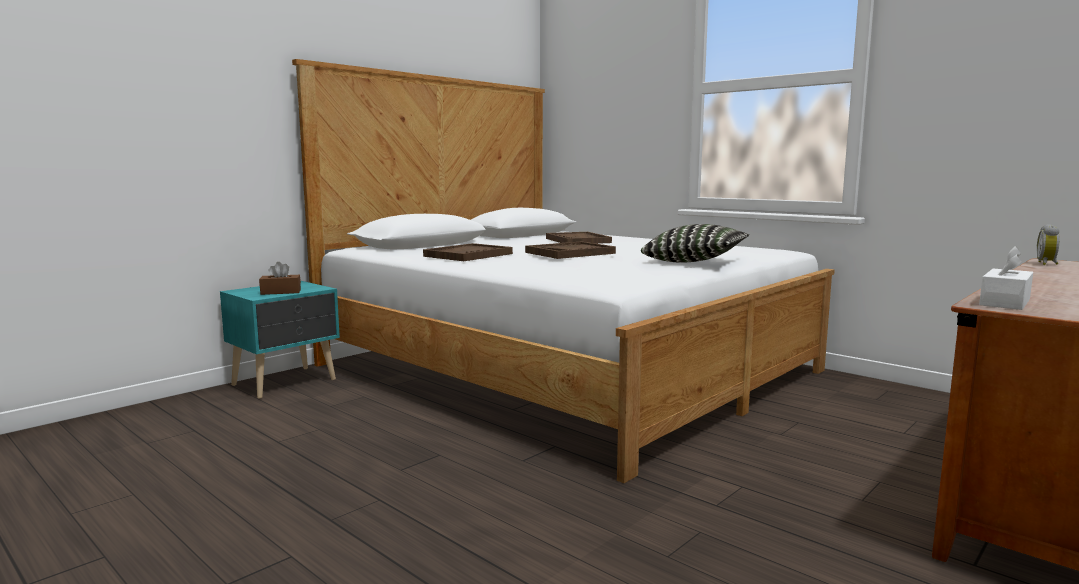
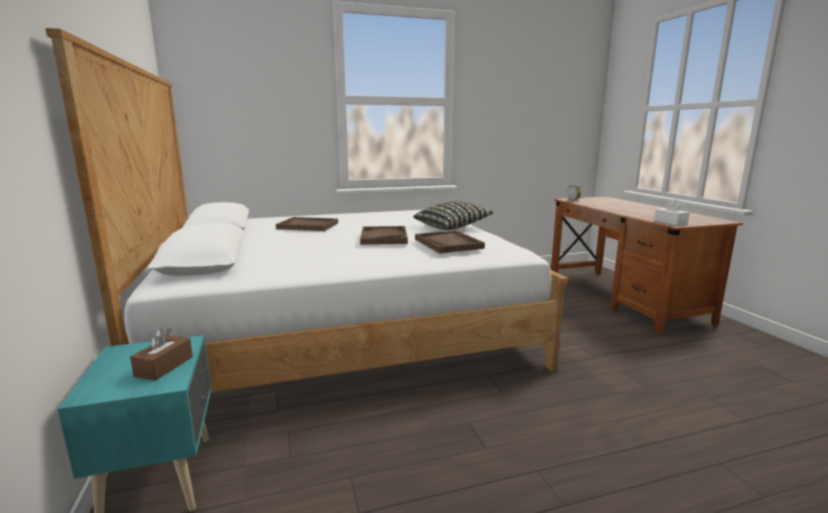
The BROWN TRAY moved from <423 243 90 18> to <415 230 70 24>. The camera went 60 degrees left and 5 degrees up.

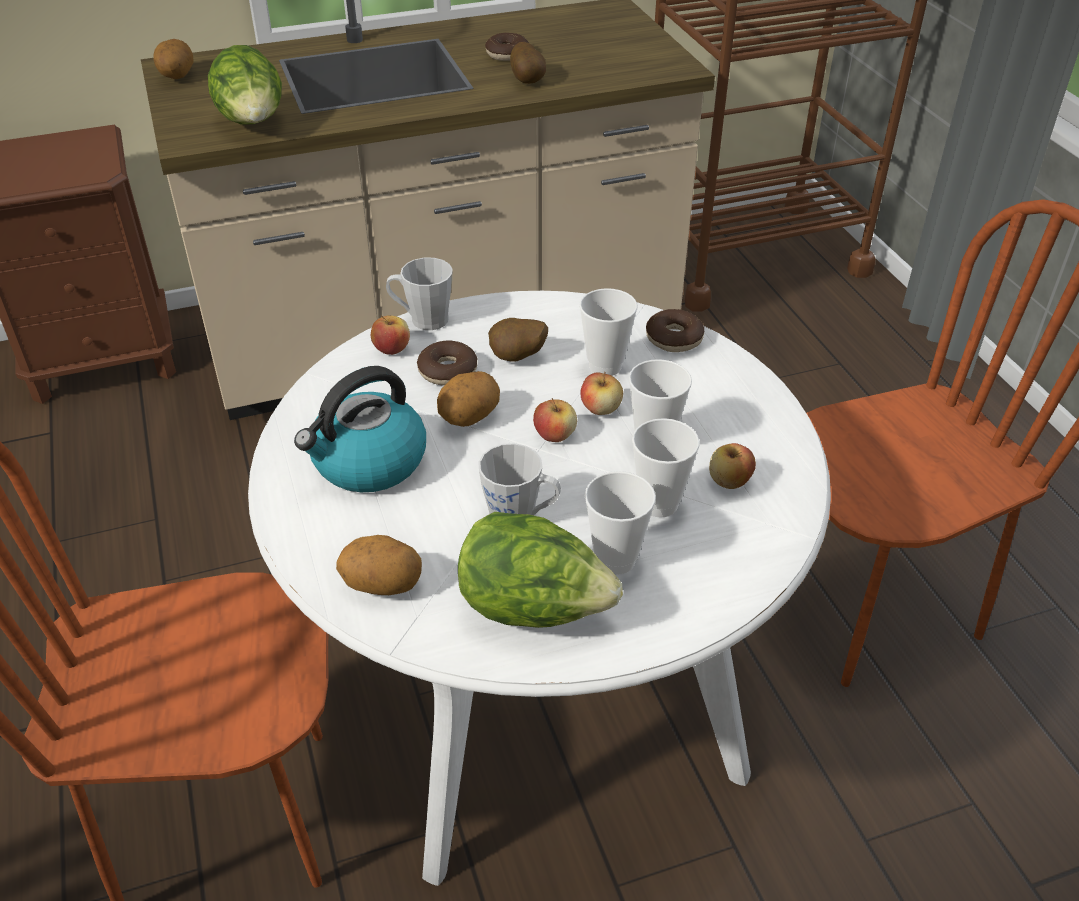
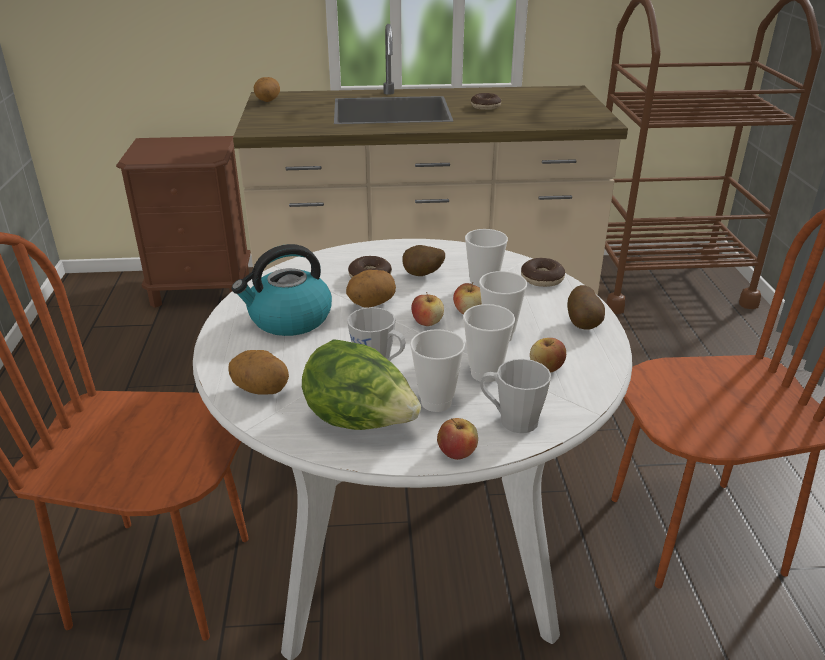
The APPLE moved from <371 315 39 40> to <437 418 41 42>. The GREY MUG moved from <386 258 67 72> to <480 359 71 74>. The POTATO moved from <510 42 36 42> to <567 285 38 44>. The LETTUCE at <208 45 74 79> disappeared. The camera went 15 degrees right and 10 degrees down.

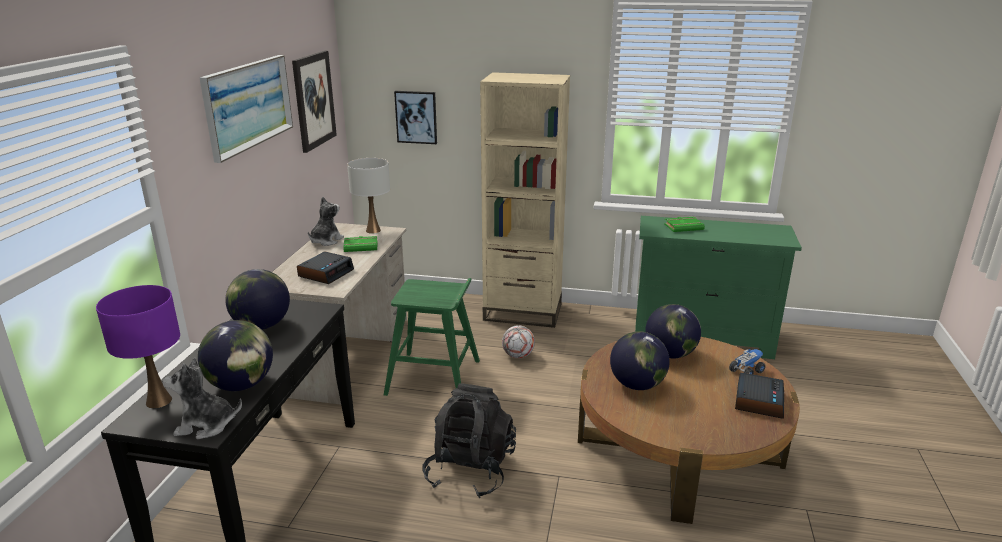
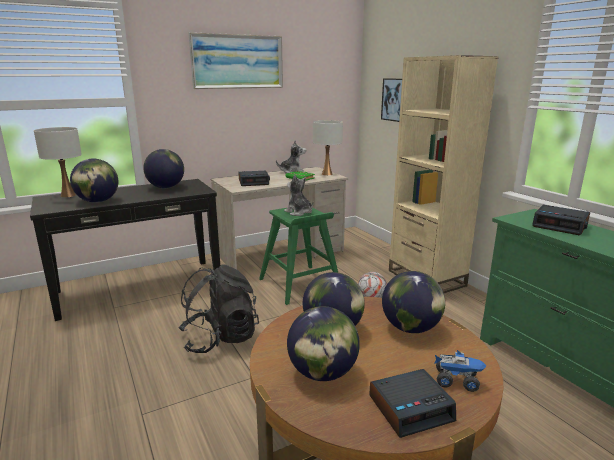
The PURPLE TABLE LAMP at <96 285 84 123> became the WHITE TABLE LAMP at <34 127 48 71>. The PLUSH TOY moved from <163 357 79 82> to <284 175 29 41>. The GLOBE at <287 306 73 75> appeared. The GREEN BOOK at <664 217 41 15> was replaced by the ALARM CLOCK at <532 205 58 30>. The PICTURE at <292 51 45 102> disappeared. The camera went 50 degrees right and 5 degrees down.

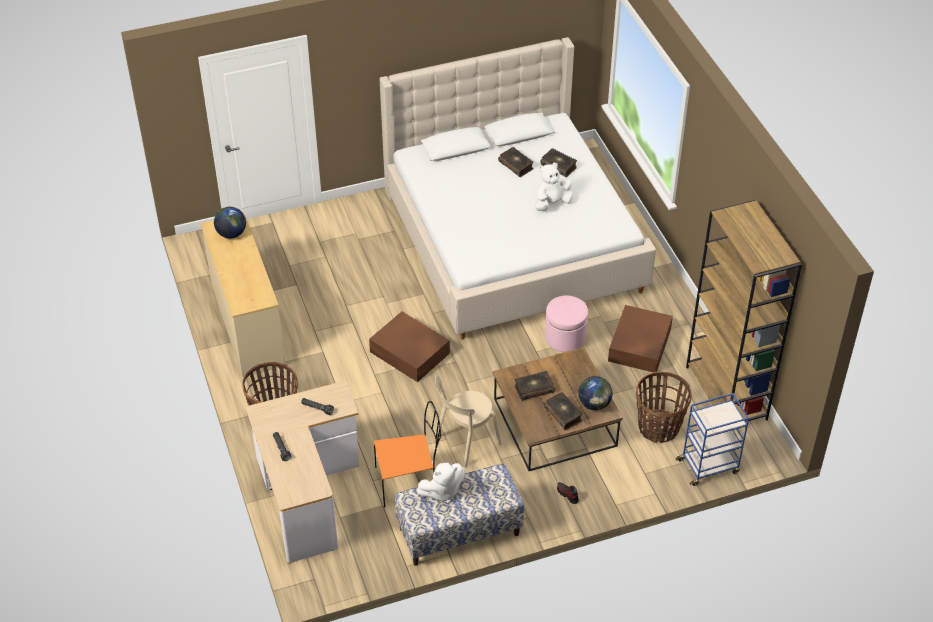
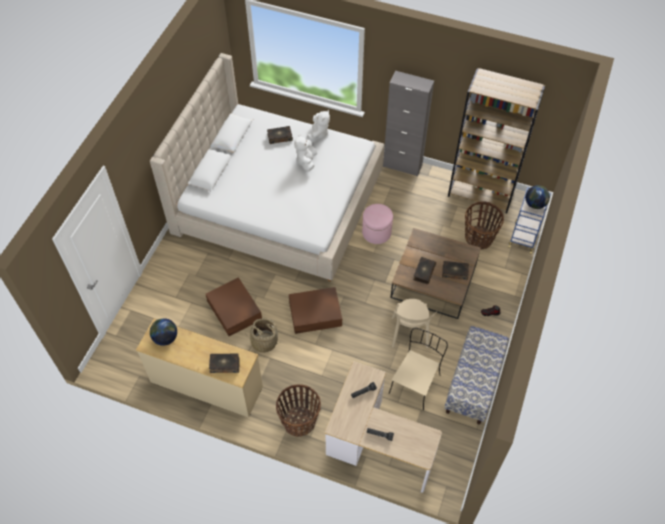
The BROWN STORAGE BOX moved from <608 305 65 67> to <206 277 56 59>. The BOOK moved from <498 147 36 30> to <209 353 31 20>. The BASKET at <245 318 33 34> appeared. The WHITE PLUSH TOY moved from <417 462 48 41> to <307 110 23 33>. The GREY CABINET at <383 71 51 106> appeared. The ORANGE CHAIR at <374 401 67 107> became the BEIGE CHAIR at <389 328 59 82>. The GLOBE moved from <578 376 34 34> to <525 185 25 24>. The camera went 50 degrees left and 10 degrees up.

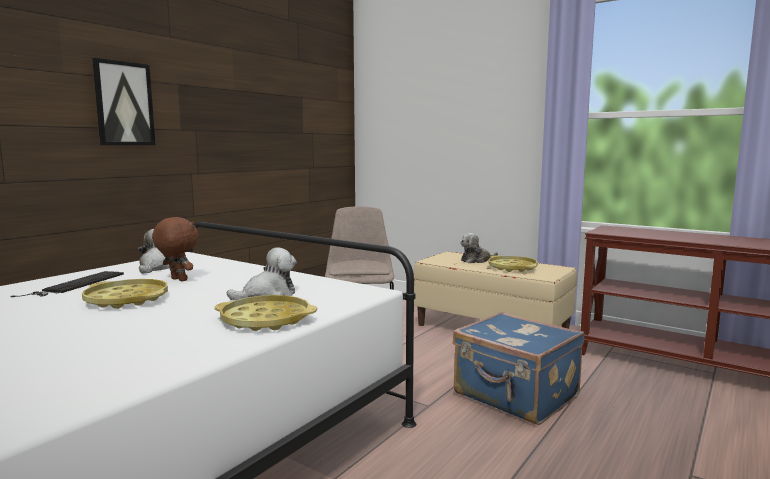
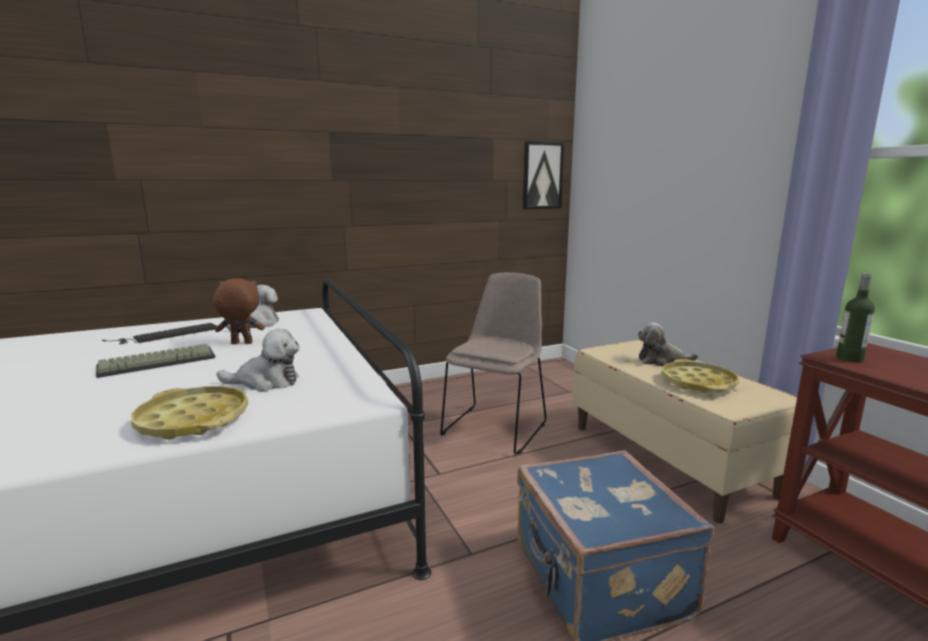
The YELLOW TRAY at <82 279 86 30> was replaced by the KEYBOARD at <96 344 119 34>. The BROWN PLUSH TOY at <152 217 46 64> turned 75 degrees counterclockwise. The PICTURE moved from <92 58 63 87> to <523 141 41 68>. The BOTTLE at <836 273 39 90> appeared. The camera went 30 degrees right and 5 degrees up.

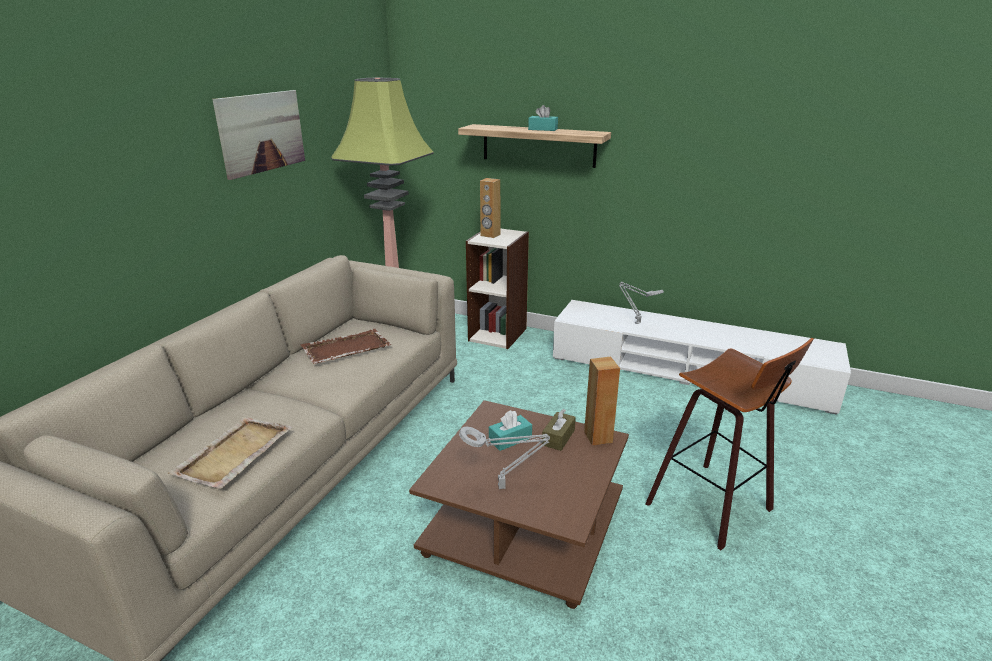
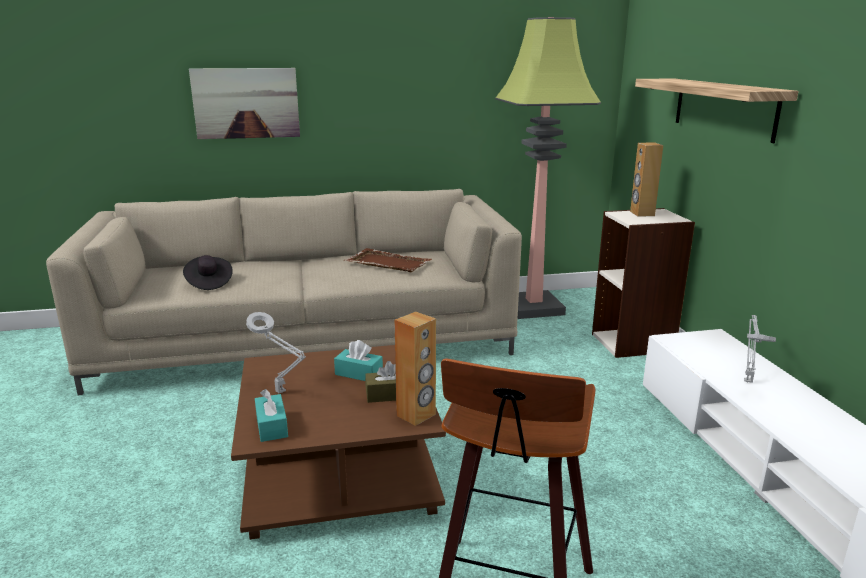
The BEIGE TRAY at <167 417 125 72> was replaced by the BLACK HAT at <183 255 50 35>. The PICTURE moved from <212 90 93 90> to <189 68 111 71>. The TURQUOISE TISSUE BOX moved from <528 105 30 26> to <255 389 33 53>. The camera went 55 degrees right and 5 degrees down.

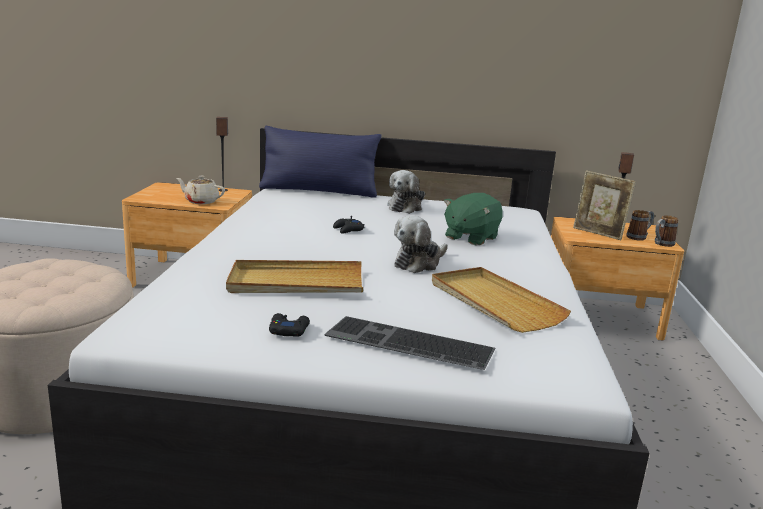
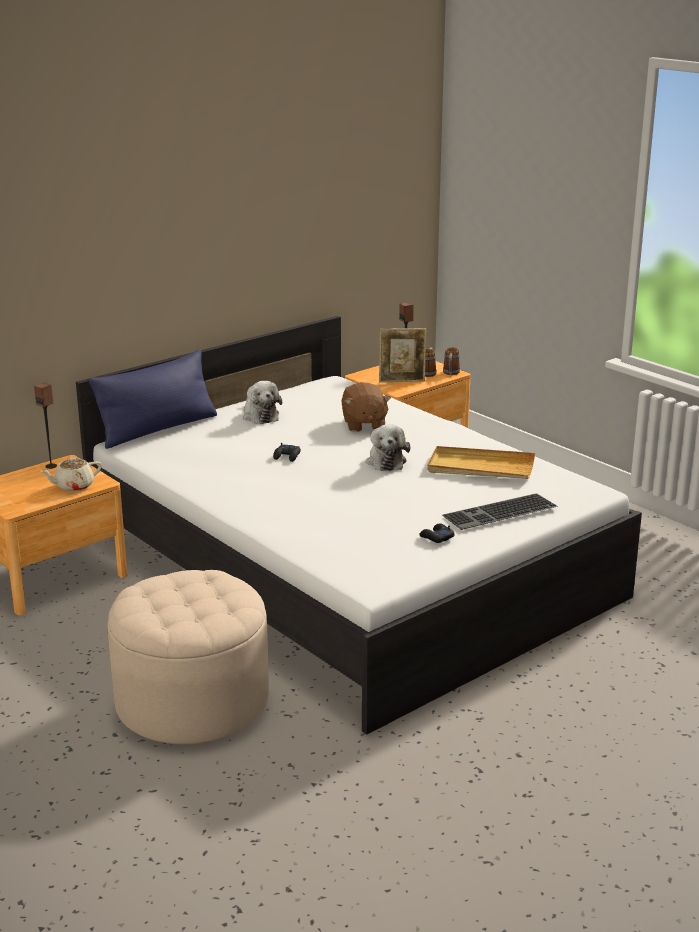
The GREEN PLUSH TOY at <444 193 59 53> became the BROWN PLUSH TOY at <341 382 50 50>. The BEIGE TRAY at <226 260 137 33> disappeared. The camera went 45 degrees left and 5 degrees up.

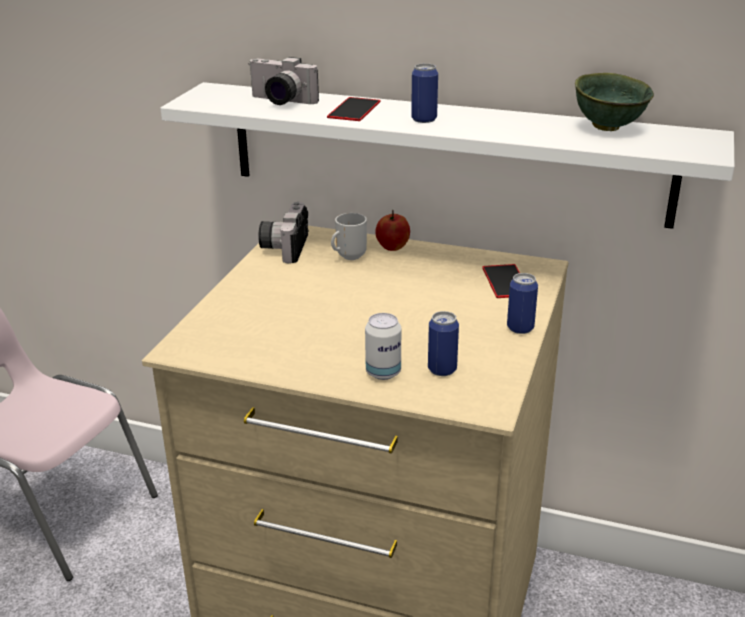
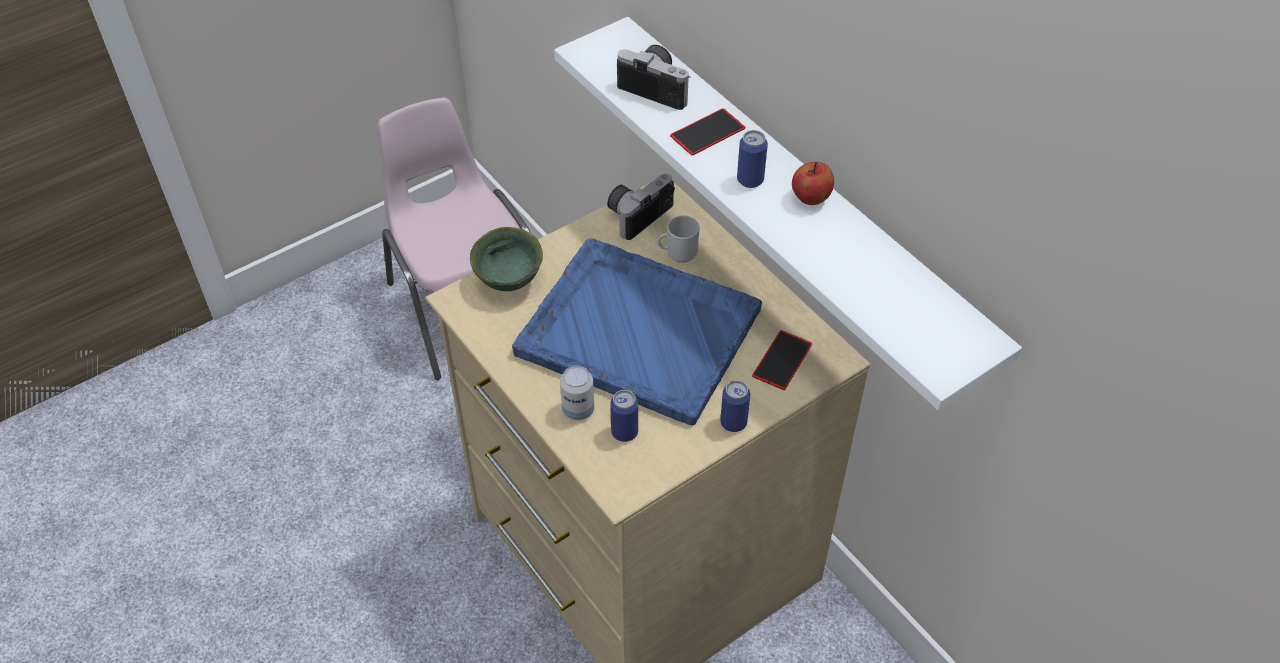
The GREEN BOWL moved from <575 73 79 58> to <470 227 73 64>. The BLUE TRAY at <512 238 250 187> appeared. The PHOTO CAMERA at <248 57 71 48> turned 150 degrees clockwise. The APPLE moved from <376 210 34 41> to <792 162 42 43>. The camera went 35 degrees right and 20 degrees up.

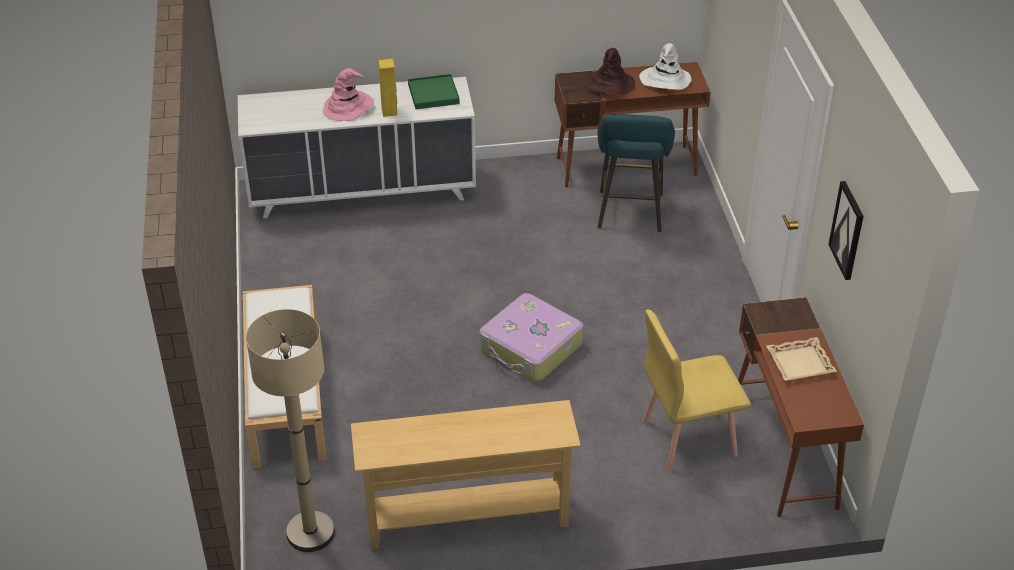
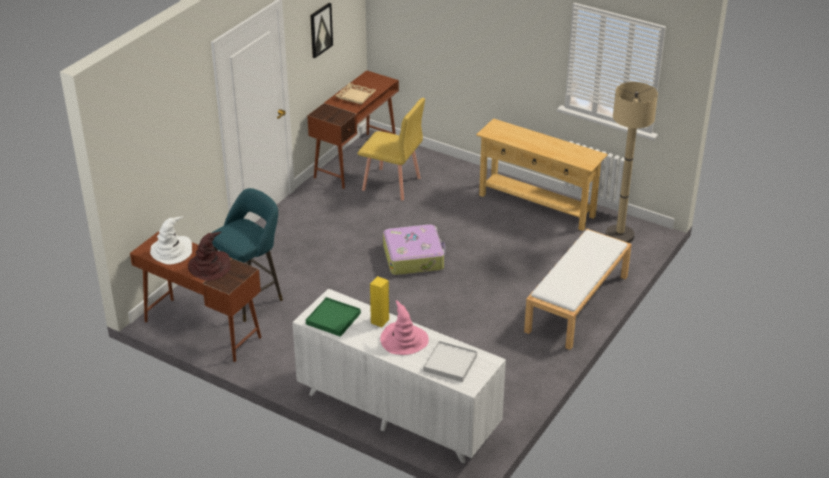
The WHITE TRAY at <423 341 54 41> appeared. The camera went 140 degrees left and 5 degrees down.

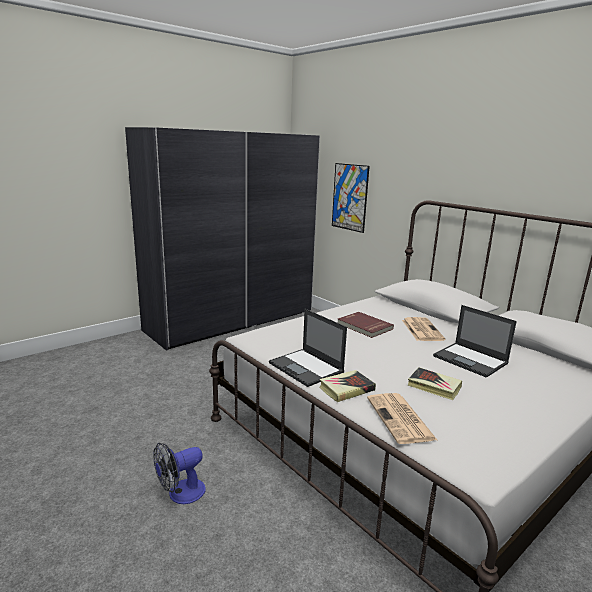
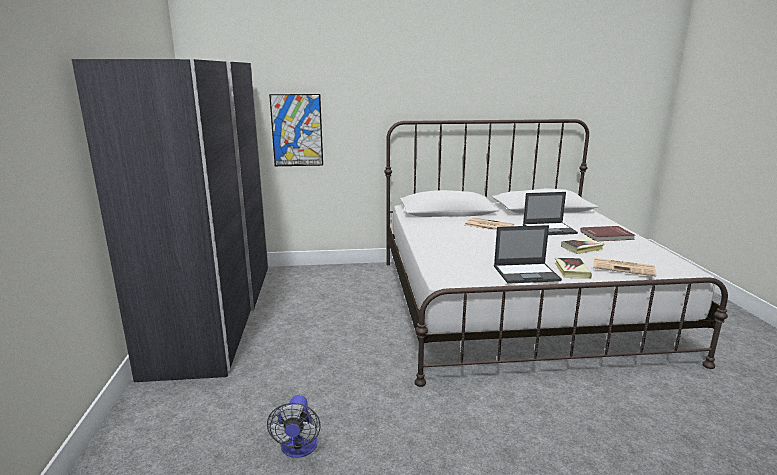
The FAN moved from <153 443 53 61> to <267 395 54 63>. The RED BOOK moved from <338 312 56 26> to <580 226 55 15>. The camera went 55 degrees left and 0 degrees up.

